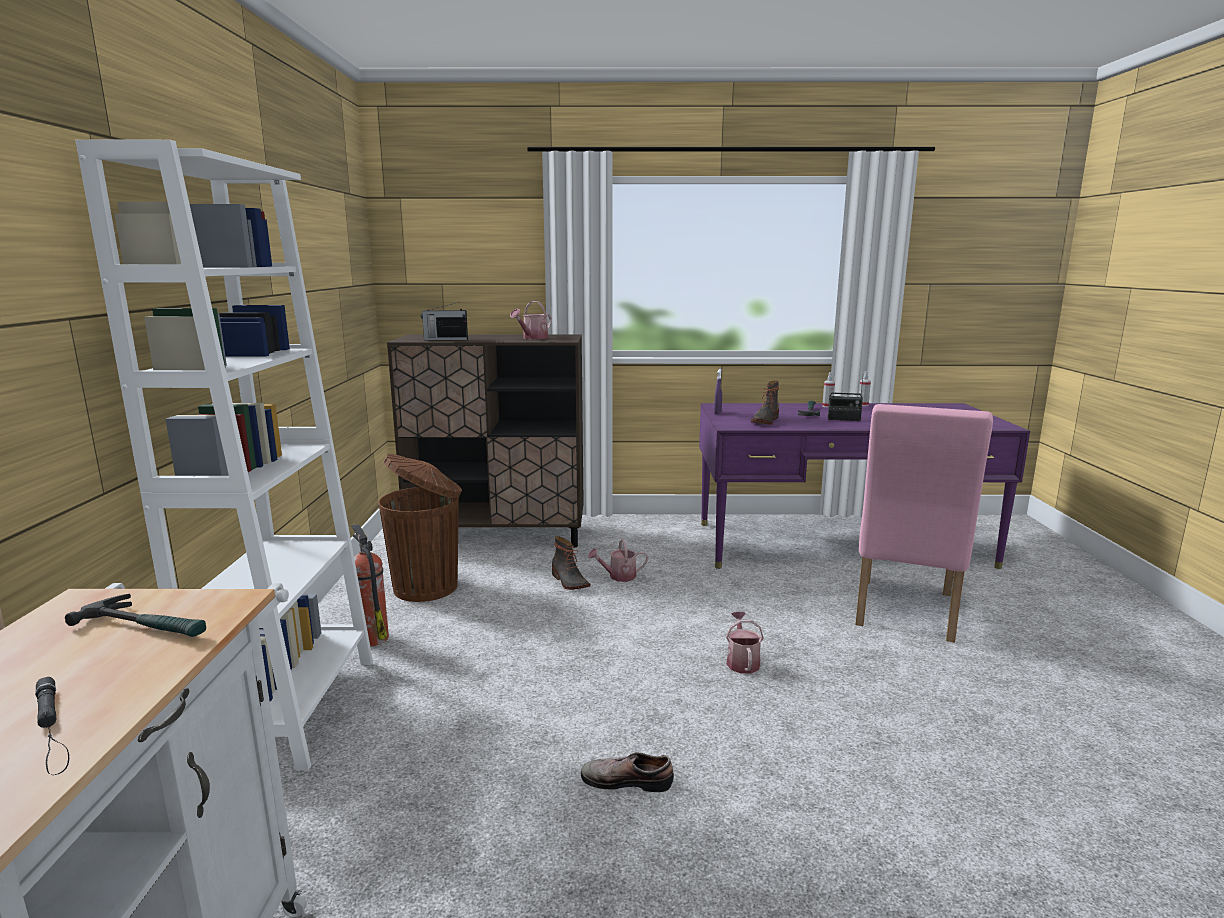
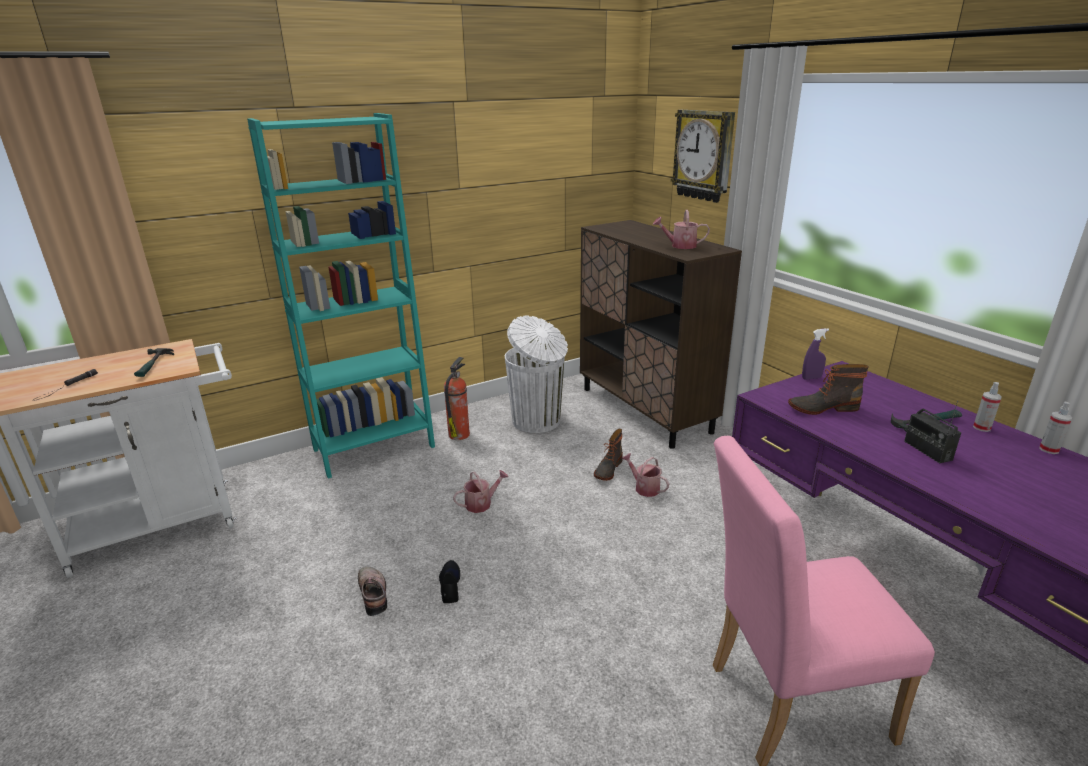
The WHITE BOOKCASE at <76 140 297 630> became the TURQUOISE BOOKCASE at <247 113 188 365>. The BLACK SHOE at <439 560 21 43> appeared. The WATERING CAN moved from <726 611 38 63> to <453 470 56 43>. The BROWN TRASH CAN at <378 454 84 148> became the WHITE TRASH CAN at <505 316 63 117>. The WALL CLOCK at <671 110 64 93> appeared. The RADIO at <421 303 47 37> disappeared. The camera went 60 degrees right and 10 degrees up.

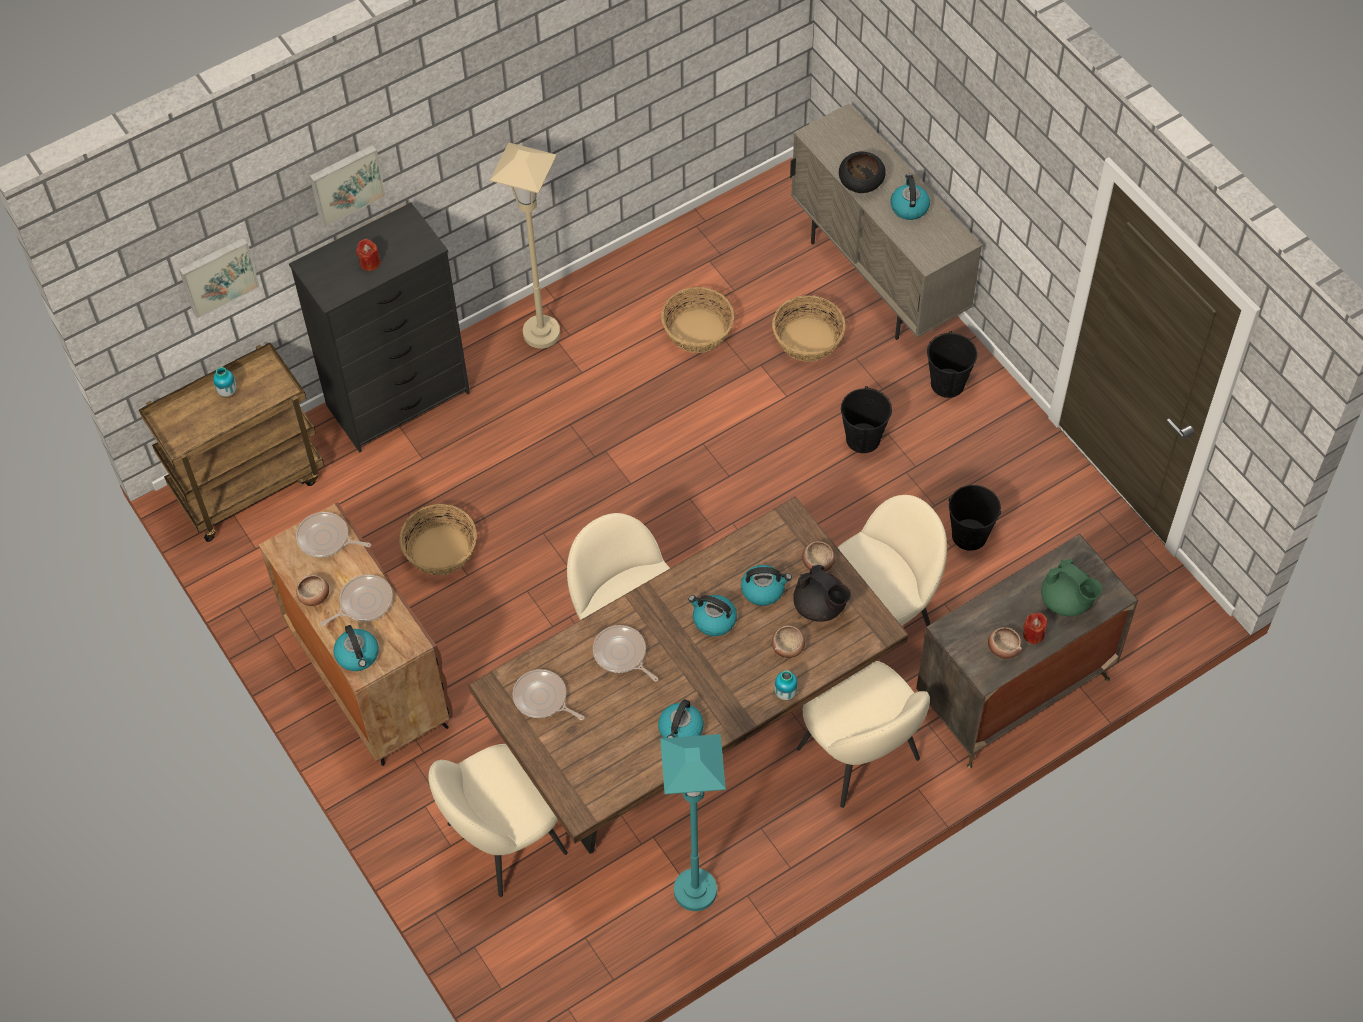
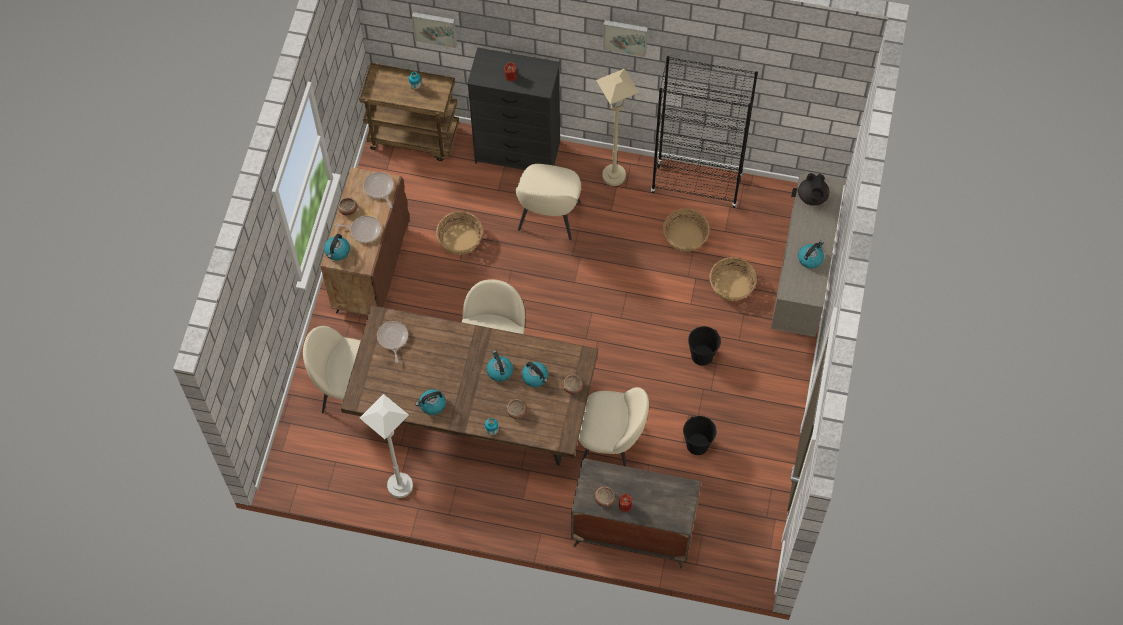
The TURQUOISE FLOOR LAMP at <660 734 66 177> became the WHITE FLOOR LAMP at <360 394 53 104>. The BEIGE CHAIR moved from <797 661 133 147> to <516 164 65 76>. The PICTURE moved from <310 145 76 82> to <603 20 45 37>. The BLACK BOOKCASE at <651 56 107 152> appeared. The BLACK TEAPOT moved from <793 565 58 57> to <798 173 31 33>. The FRYING PAN at <593 625 65 57> disappeared. The BLACK BOWL at <839 152 47 41> disappeared. The BLACK BUCKET at <927 331 50 67> disappeared. The GREEN TEAPOT at <1041 559 61 57> disappeared. The camera went 45 degrees right and 5 degrees up.

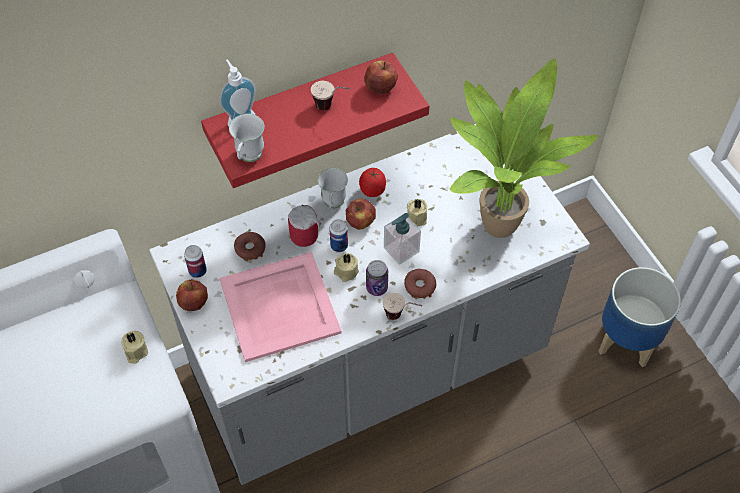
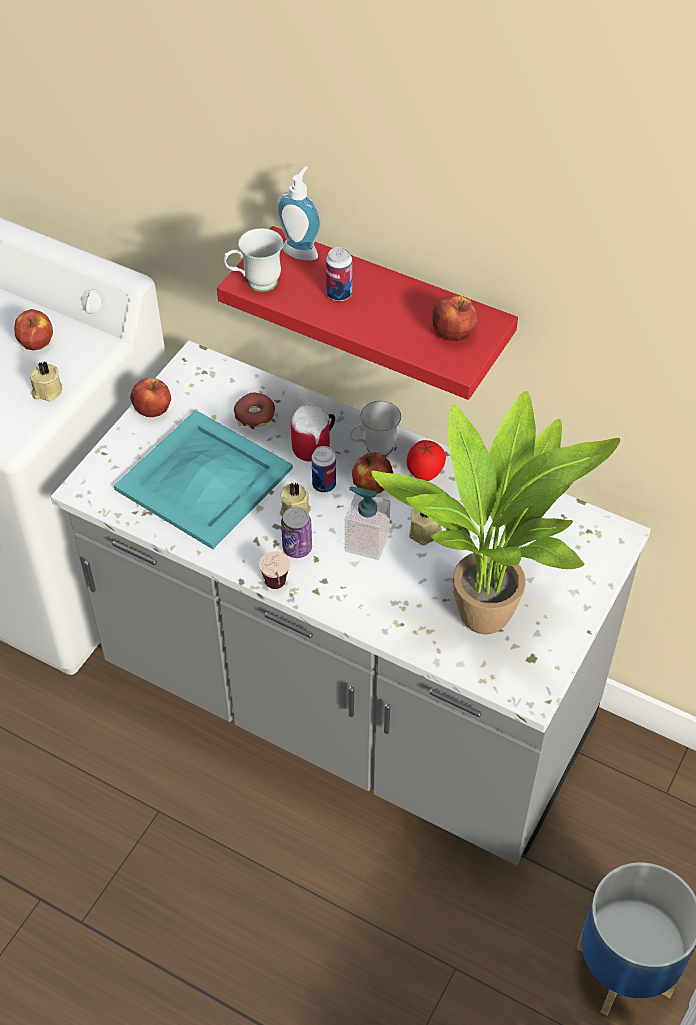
The APPLE at <14 309 39 41> appeared. The PINK TRAY at <219 252 123 110> became the TURQUOISE TRAY at <114 410 179 139>. The CAN moved from <184 245 23 33> to <326 247 26 54>. The CUP at <311 81 40 30> disappeared. The DONUT at <404 269 32 30> disappeared. The camera went 55 degrees right and 5 degrees down.

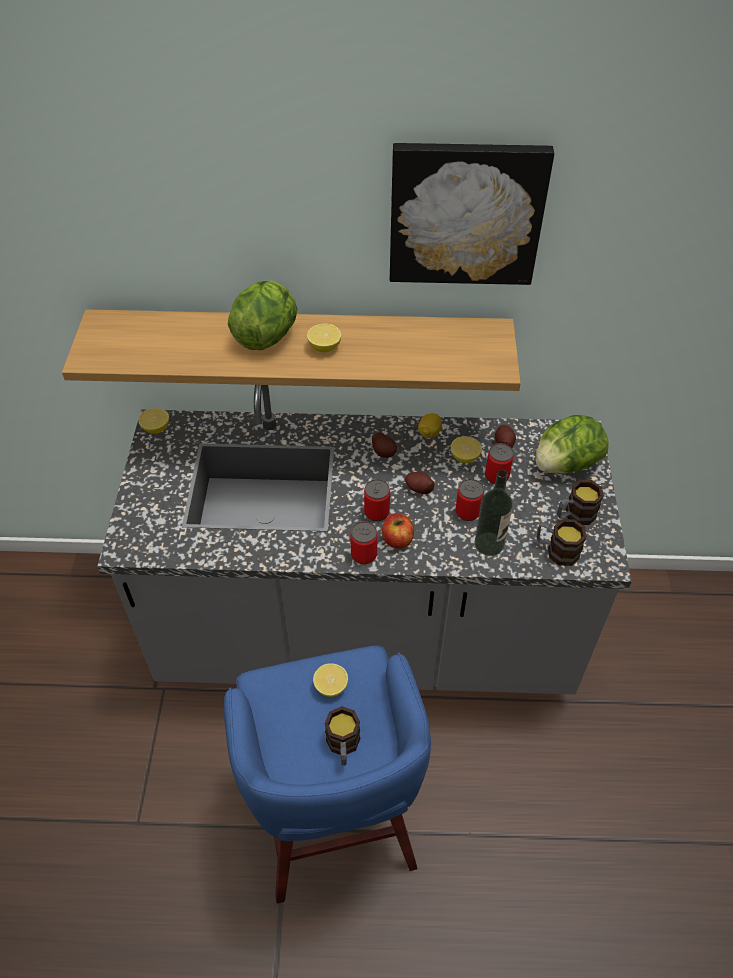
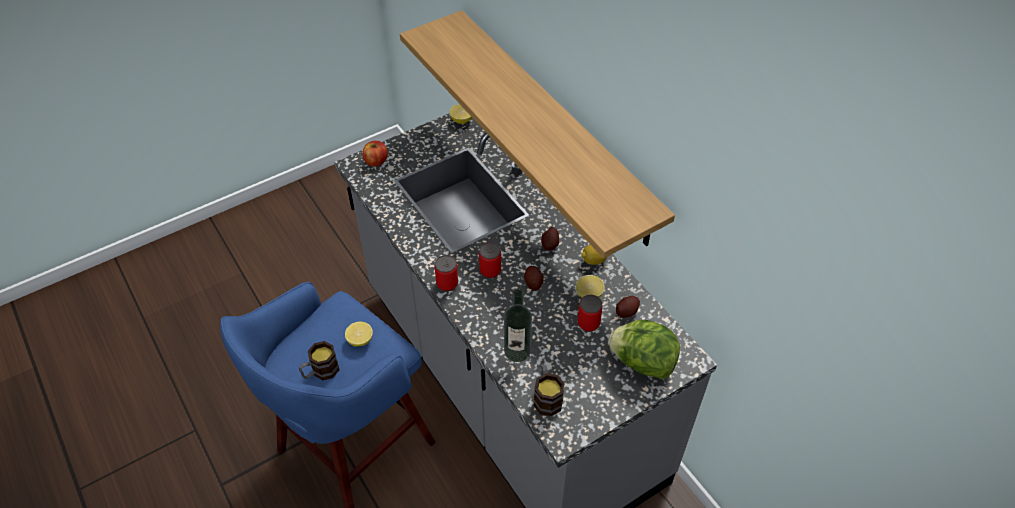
The APPLE moved from <382 513 32 36> to <362 141 26 26>. The LETTUCE at <228 281 69 69> disappeared. The LEMON at <307 323 34 29> disappeared. The PICTURE at <390 143 164 142> disappeared. The CAN at <455 479 29 42> disappeared. The MUG at <557 480 47 45> disappeared. The camera went 55 degrees right and 0 degrees up.

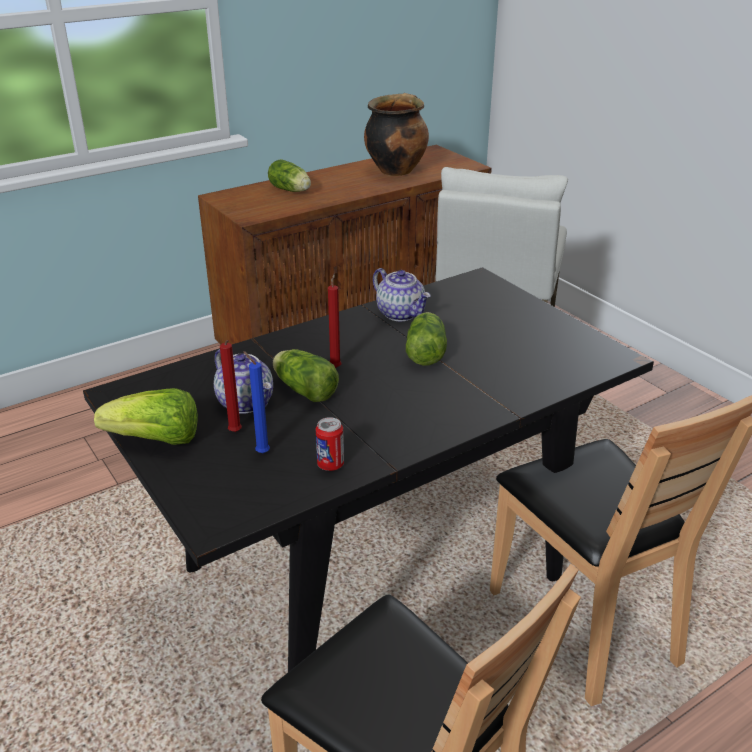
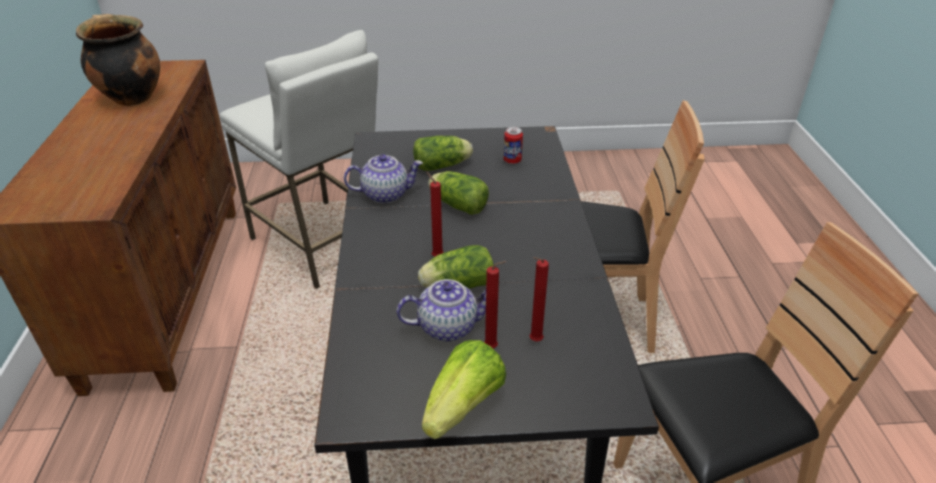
The LETTUCE moved from <268 159 43 33> to <413 136 60 35>. The CAN moved from <316 417 28 54> to <504 127 19 37>. The BLUE CANDLE at <243 351 27 102> became the RED CANDLE at <530 257 19 84>. The camera went 60 degrees left and 5 degrees up.

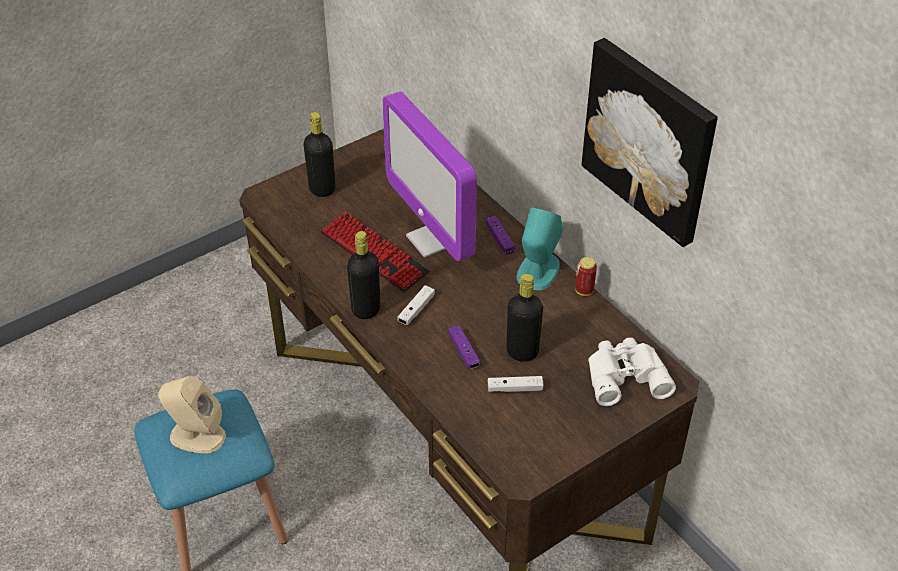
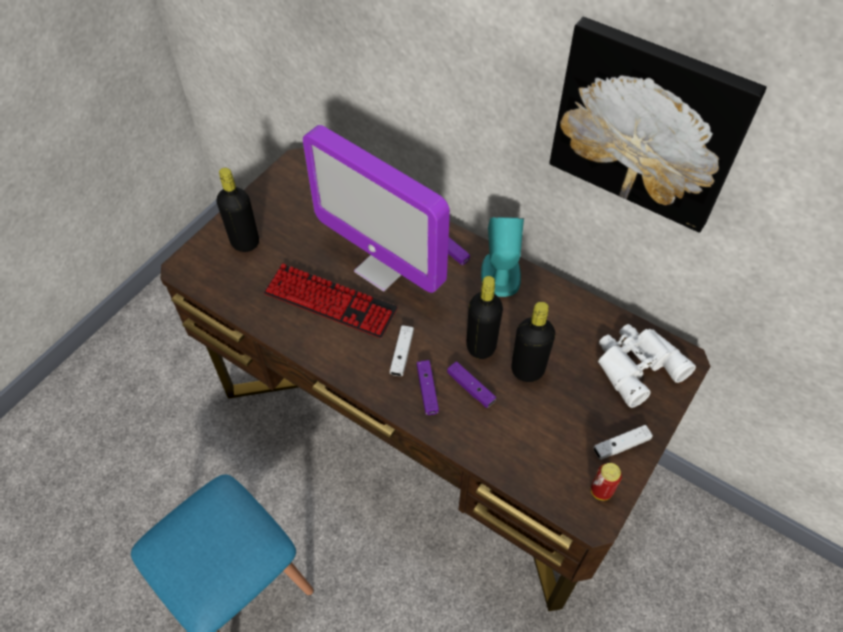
The PURPLE GAME CONTROLLER at <417 360 22 55> appeared. The BLACK BOTTLE moved from <347 231 34 88> to <466 276 37 83>. The CAN moved from <575 257 22 39> to <591 463 31 38>. The WHITE GAME CONTROLLER moved from <488 376 56 16> to <593 425 60 35>. The BEIGE SPEAKER at <158 376 68 77> disappeared. The camera went 20 degrees left and 10 degrees up.

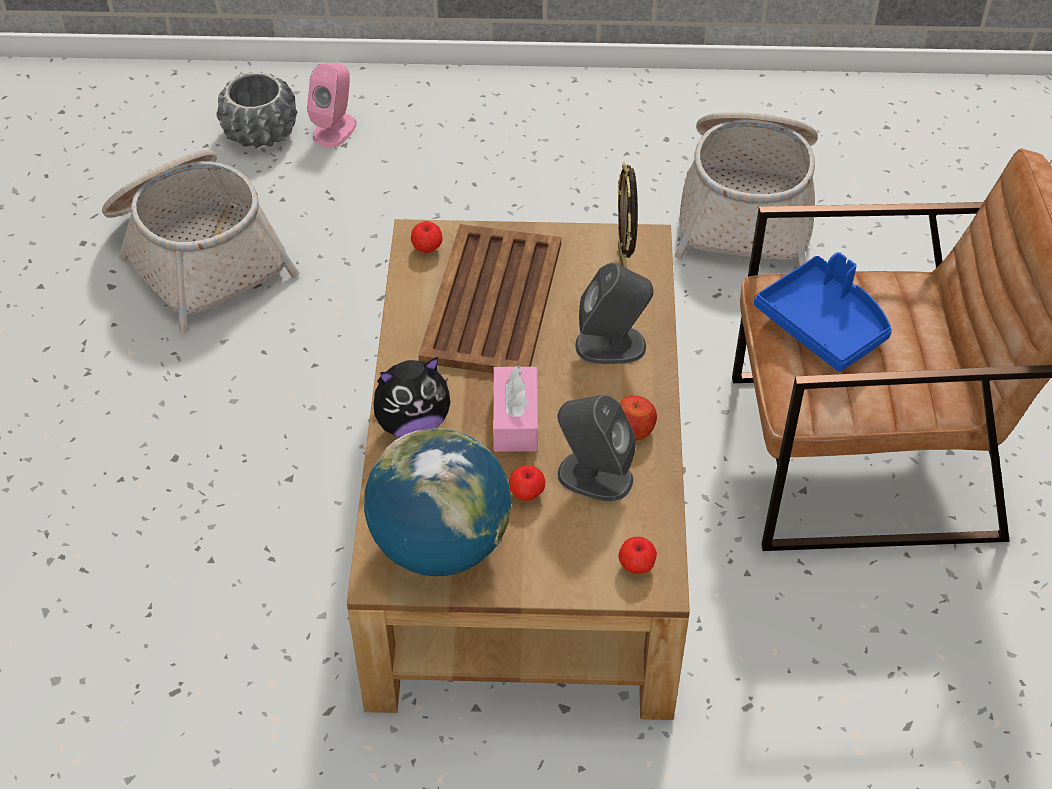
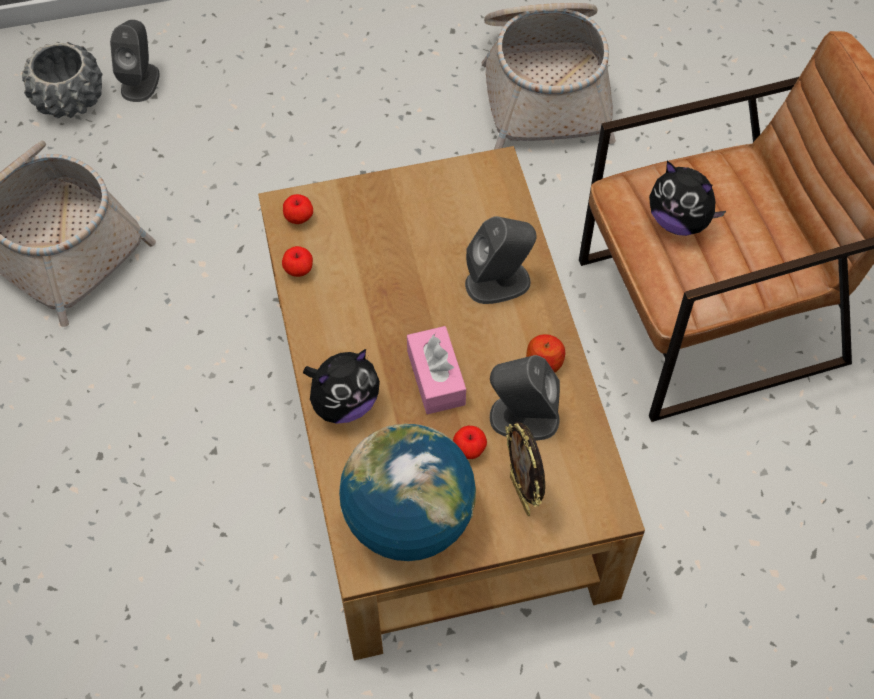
The PINK SPEAKER at <307 63 50 84> became the GREY SPEAKER at <110 20 50 82>. The APPLE moved from <618 537 39 37> to <282 246 31 31>. The PICTURE FRAME moved from <618 162 20 106> to <505 422 40 94>. The BLUE TRAY at <754 252 138 120> was replaced by the PLUSH TOY at <649 161 77 75>. The BROWN TRAY at <418 224 143 149> disappeared. The camera went 15 degrees left and 10 degrees up.

